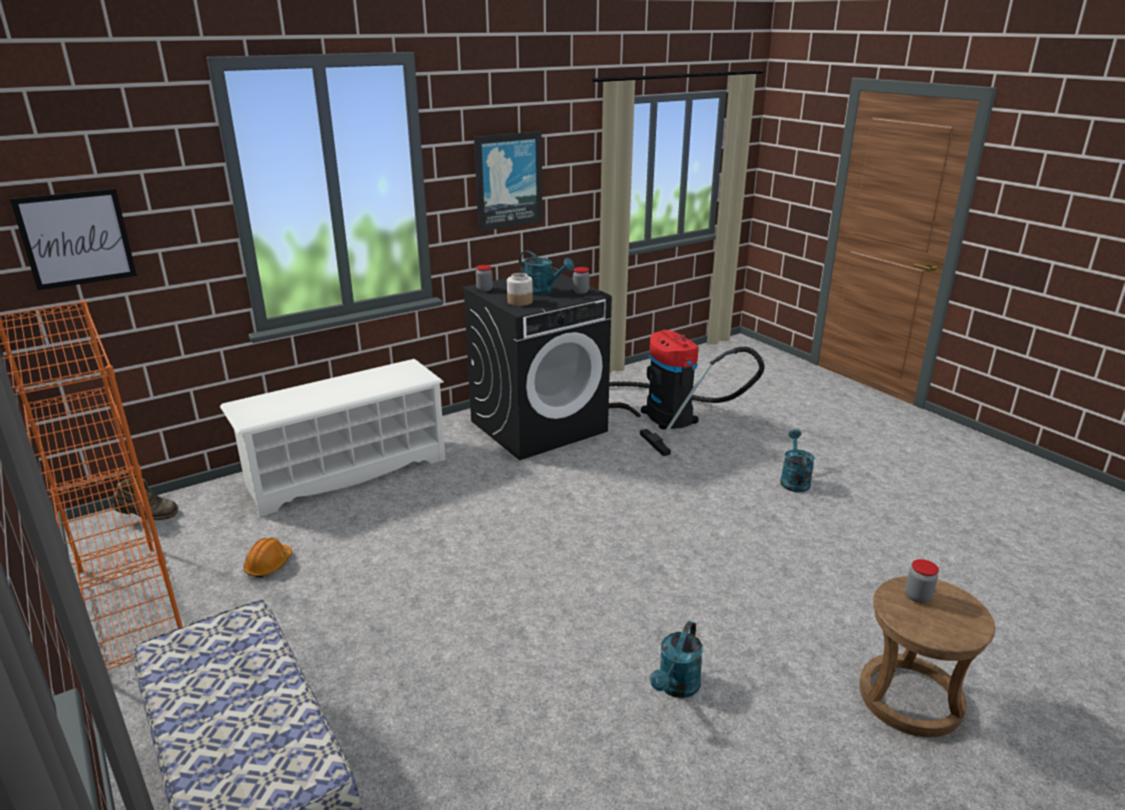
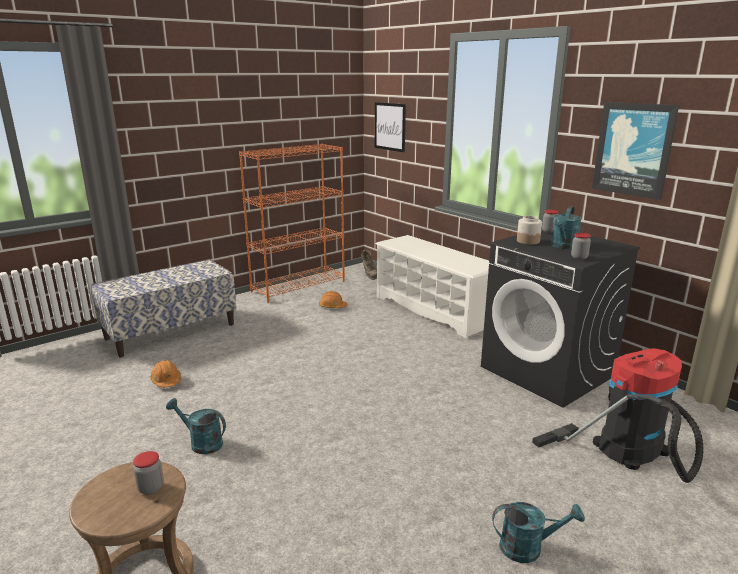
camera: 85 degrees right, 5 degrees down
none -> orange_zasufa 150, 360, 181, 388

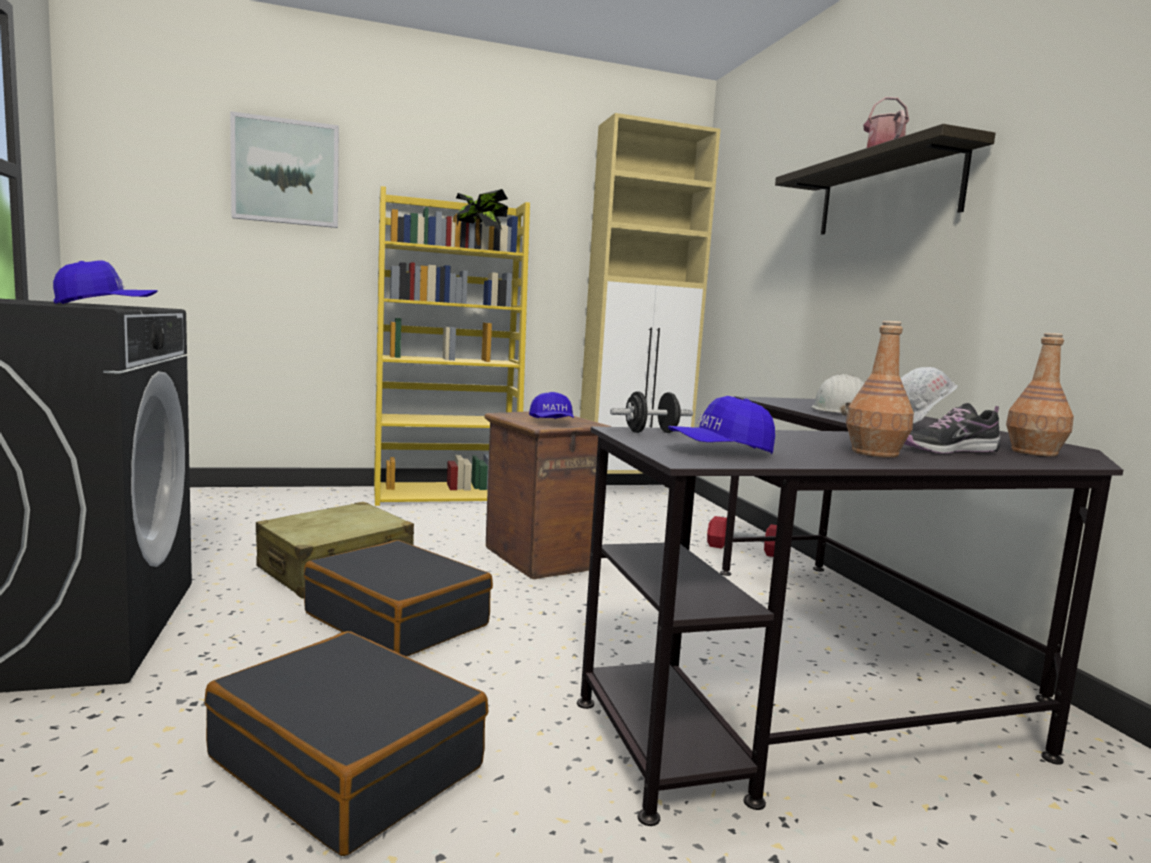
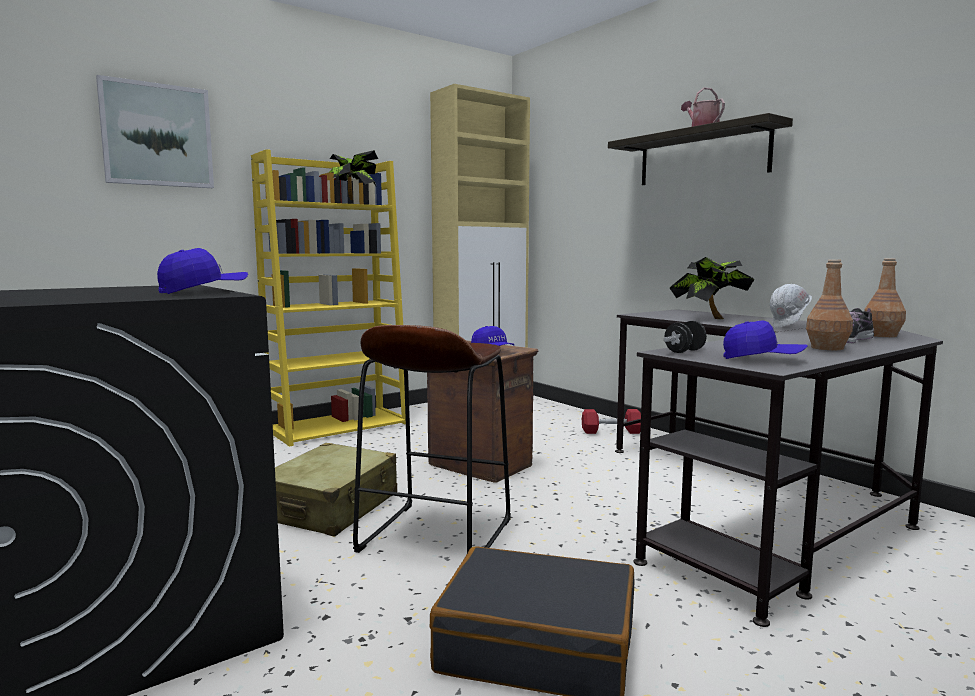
camera: 20 degrees left, 0 degrees up
white_zasufa 812, 374, 864, 416 -> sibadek 670, 257, 754, 319
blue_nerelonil 668, 396, 775, 454 -> blue_nerelonil 723, 320, 808, 359, 120 degrees counterclockwise
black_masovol 304, 540, 493, 657 -> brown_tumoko 353, 325, 511, 553

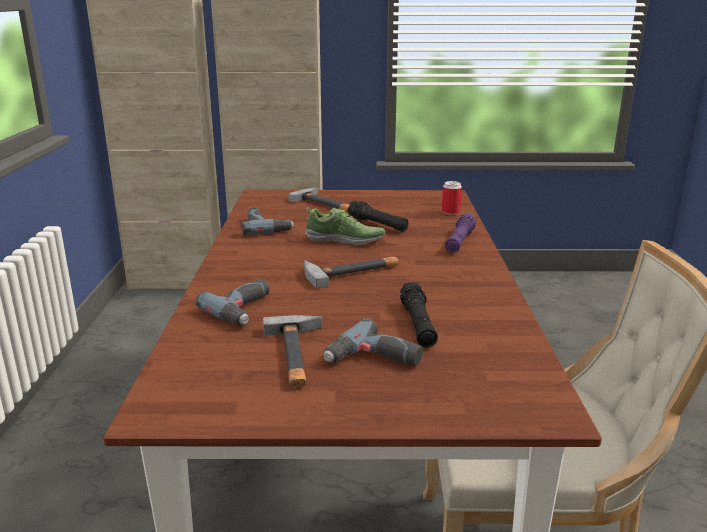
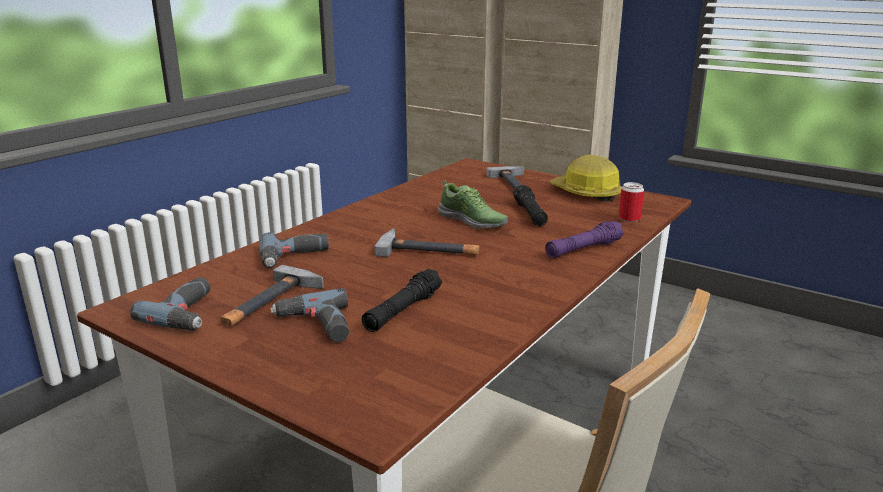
camera: 35 degrees right, 0 degrees up
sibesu 242, 207, 294, 235 -> sibesu 130, 277, 210, 331, move
none -> zasufa 549, 155, 622, 202

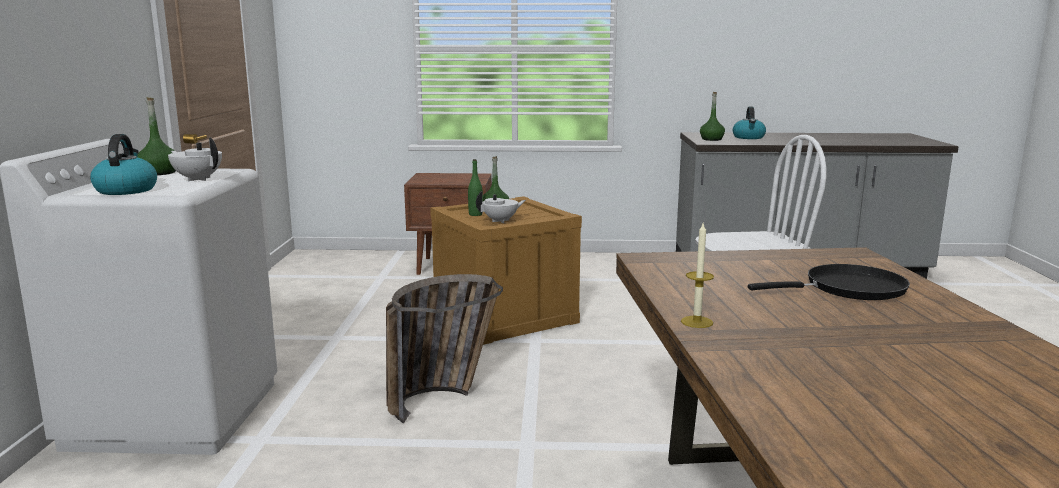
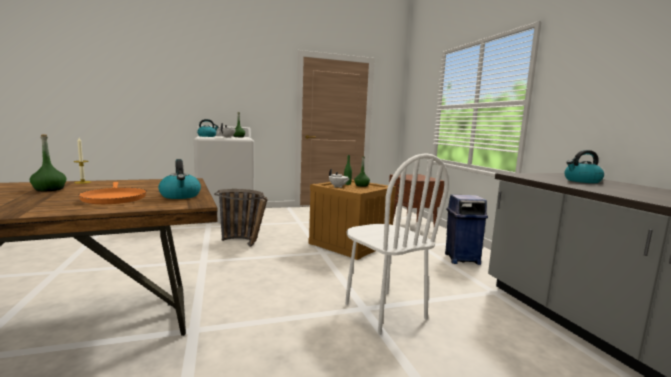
camera: 70 degrees right, 5 degrees down
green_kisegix 700, 92, 725, 141 -> green_kisegix 30, 134, 66, 191, move
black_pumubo 748, 264, 910, 300 -> orange_pumubo 78, 182, 147, 204
none -> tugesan 158, 159, 201, 199
none -> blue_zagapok 445, 194, 488, 265

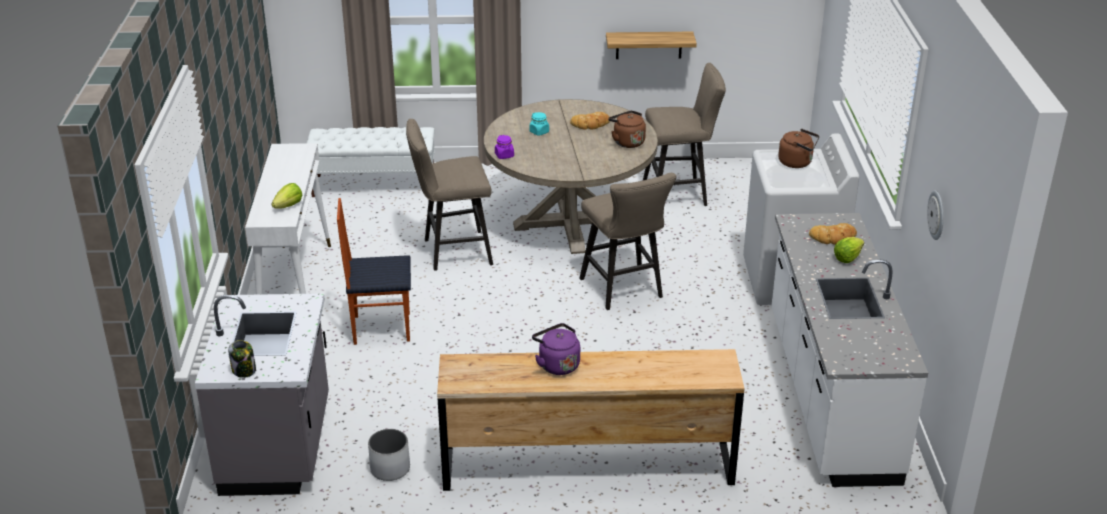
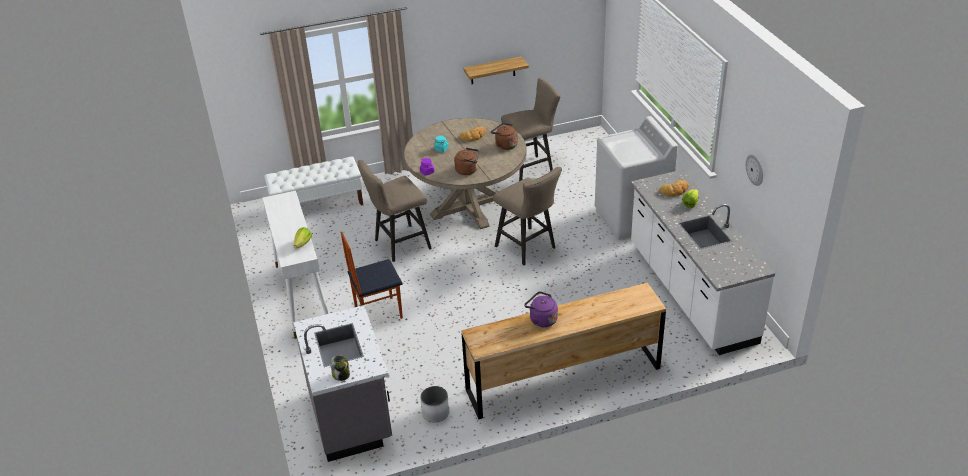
camera: 15 degrees left, 5 degrees up
brown_tugesan 778, 129, 819, 168 -> brown_tugesan 454, 148, 479, 175, move

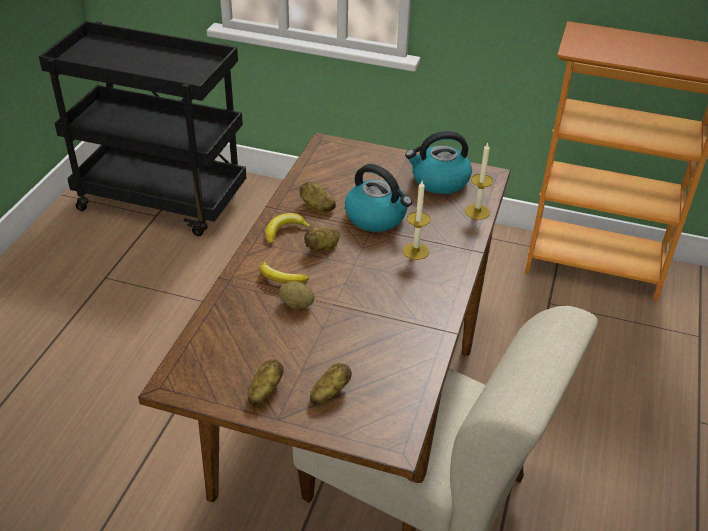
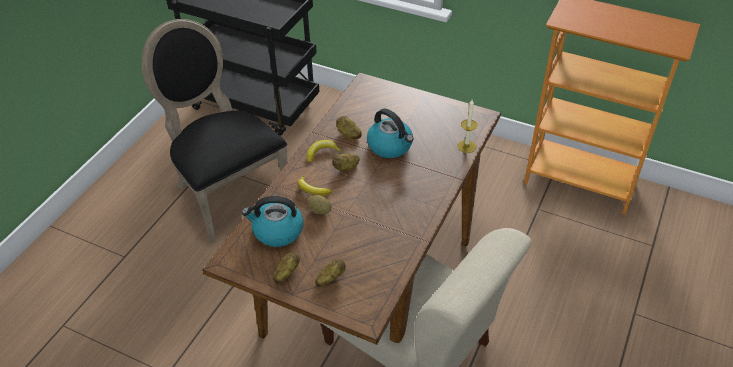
camera: 10 degrees right, 5 degrees up
tugesan 405, 131, 472, 194 -> tugesan 242, 196, 303, 247, move
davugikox 403, 179, 430, 260 -> none
none -> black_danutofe 141, 19, 288, 244

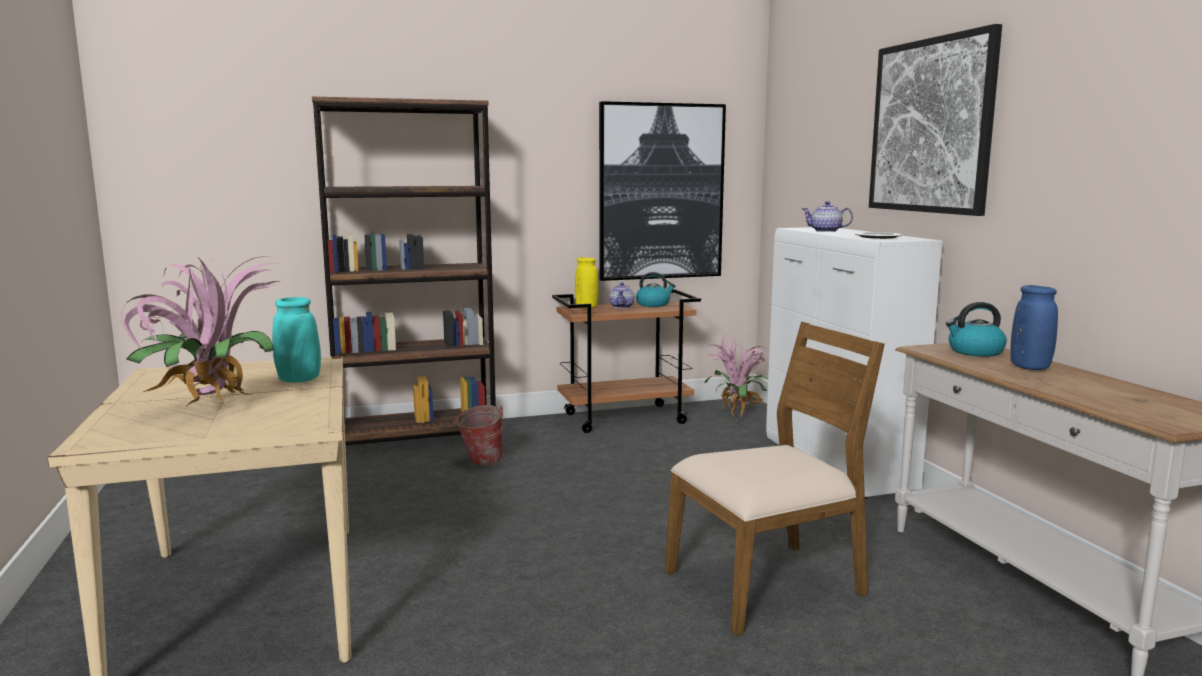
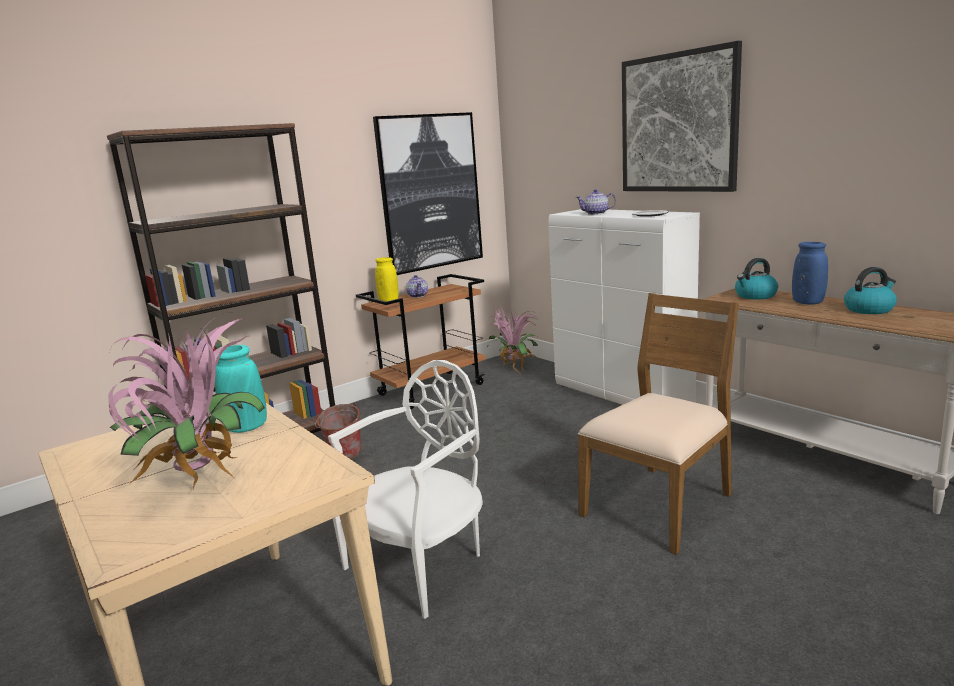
camera: 20 degrees left, 5 degrees up
tugesan 636, 272, 675, 307 -> tugesan 844, 267, 897, 314, move
none -> white_danutofe 328, 360, 483, 619

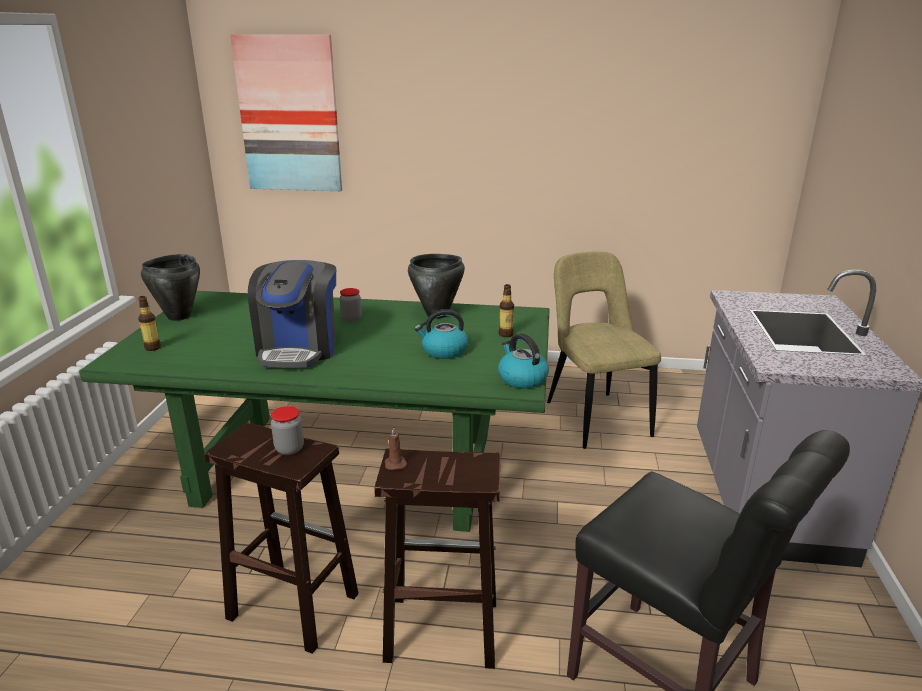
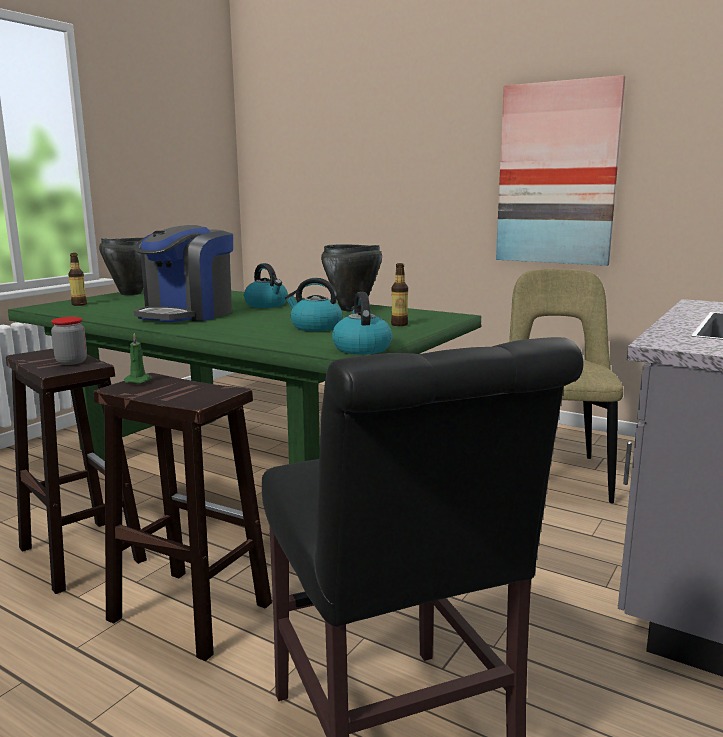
camera: 25 degrees right, 10 degrees down
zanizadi 230, 34, 342, 191 -> zanizadi 496, 75, 625, 266, move
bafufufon 340, 288, 362, 322 -> tugesan 244, 263, 288, 308
brown_davugikox 385, 427, 407, 470 -> green_davugikox 124, 333, 152, 384

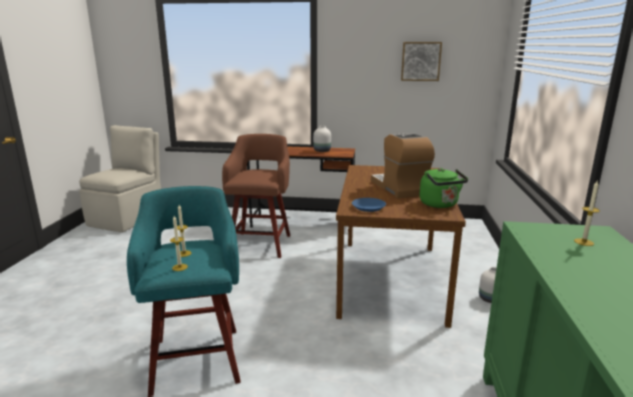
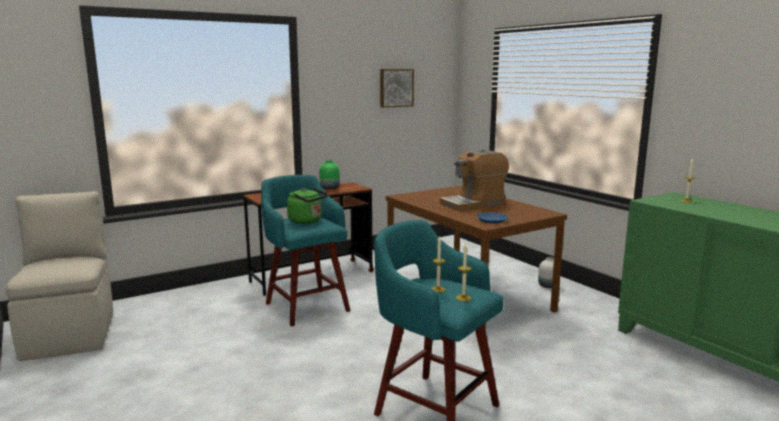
camera: 40 degrees left, 5 degrees down
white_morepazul 313, 126, 331, 152 -> green_morepazul 319, 160, 340, 190
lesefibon 371, 133, 435, 199 -> lesefibon 440, 150, 509, 211, 60 degrees counterclockwise
brown_tumoko 222, 134, 290, 258 -> turquoise_tumoko 261, 175, 350, 327
green_tugesan 419, 168, 468, 208 -> green_tugesan 287, 188, 328, 224, move

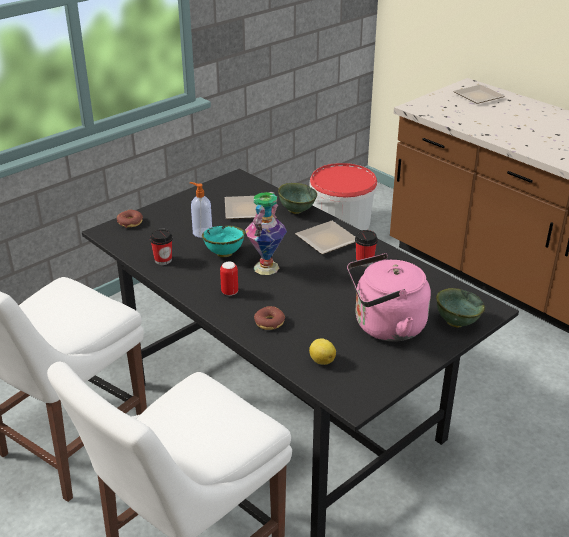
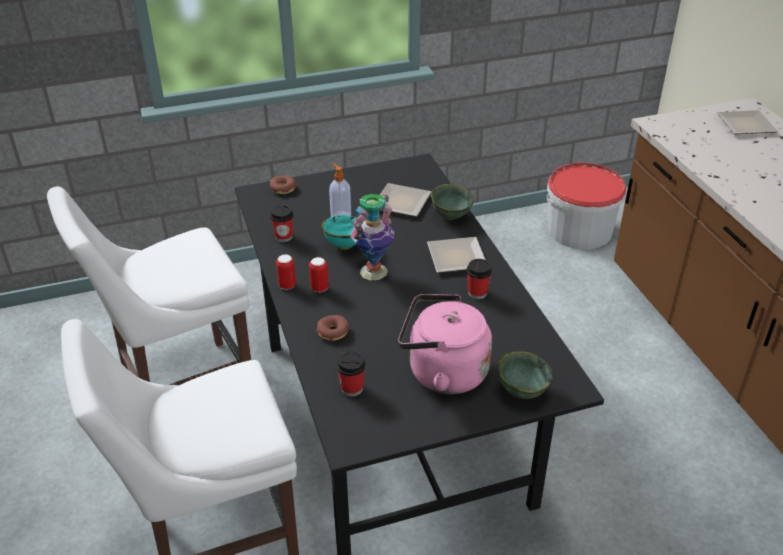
camera: 25 degrees right, 5 degrees up
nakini 309, 338, 336, 365 -> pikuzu 337, 351, 365, 397
none -> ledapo 276, 254, 296, 290

